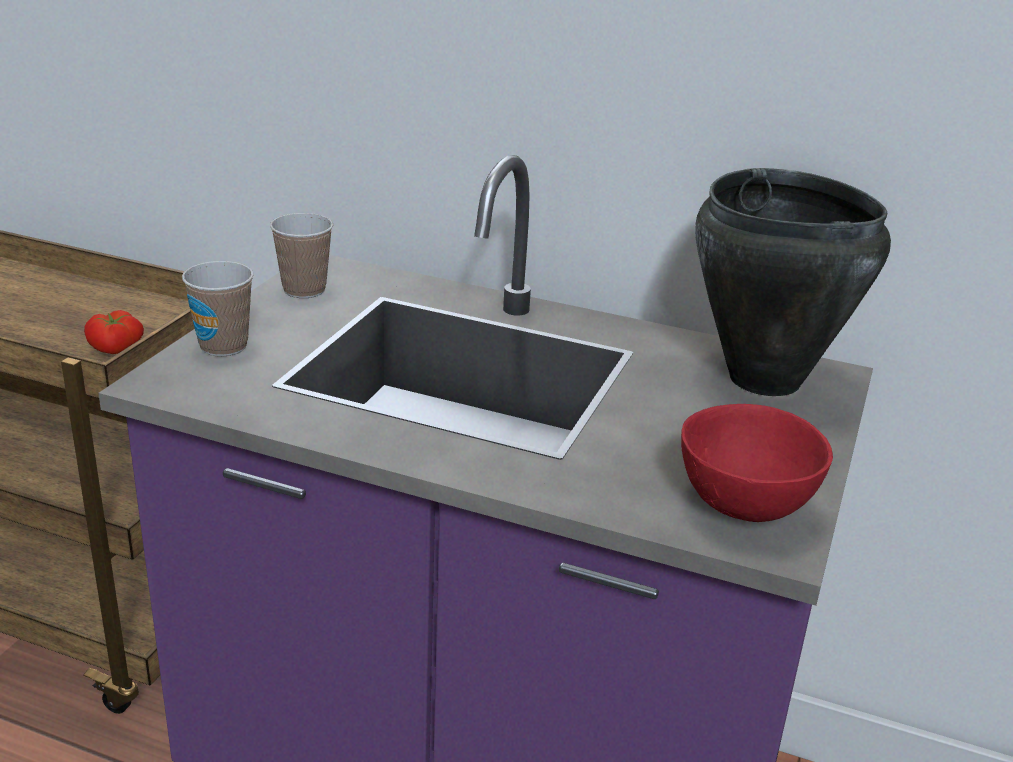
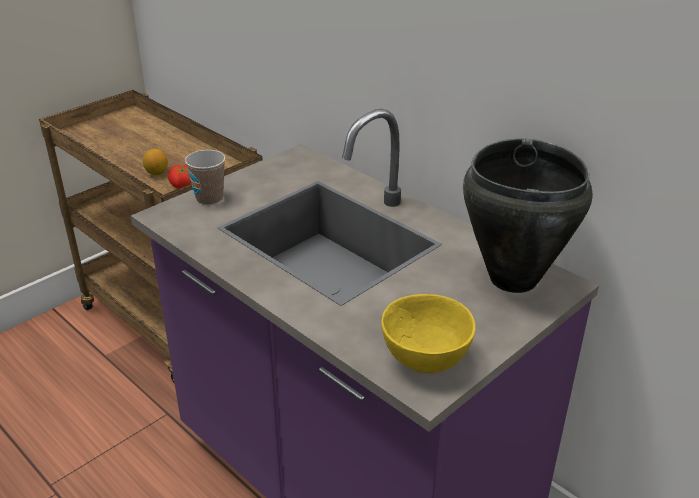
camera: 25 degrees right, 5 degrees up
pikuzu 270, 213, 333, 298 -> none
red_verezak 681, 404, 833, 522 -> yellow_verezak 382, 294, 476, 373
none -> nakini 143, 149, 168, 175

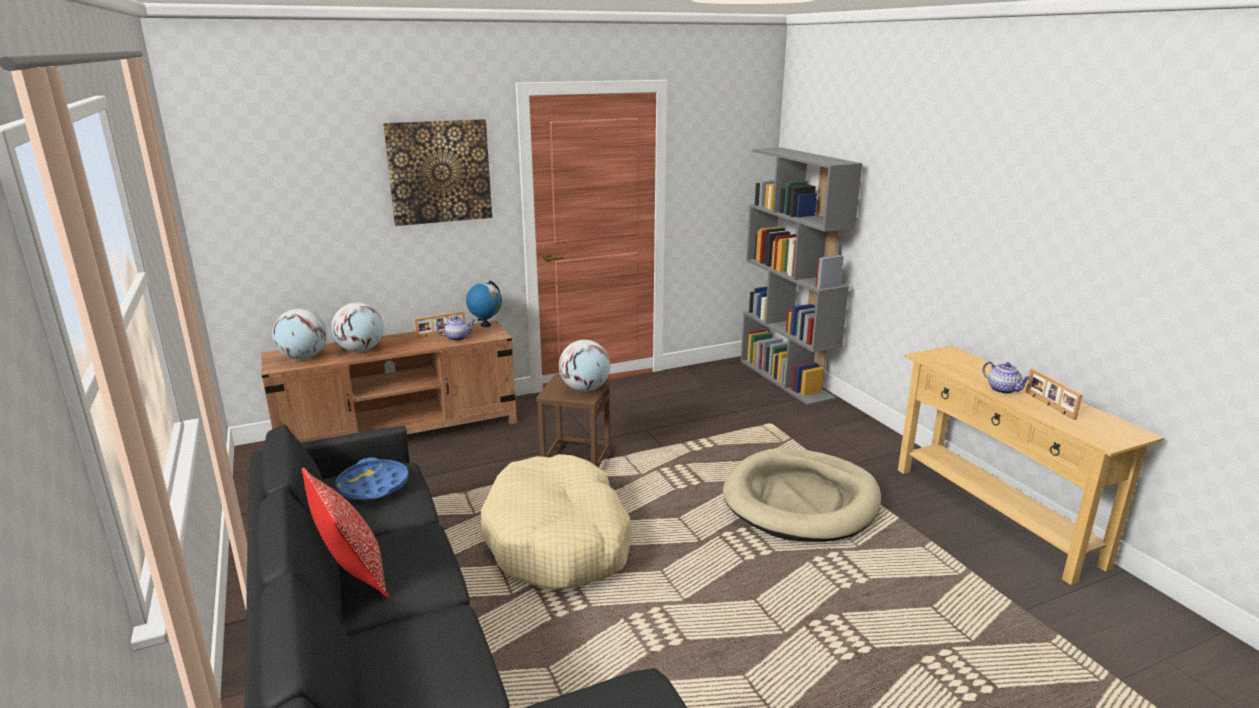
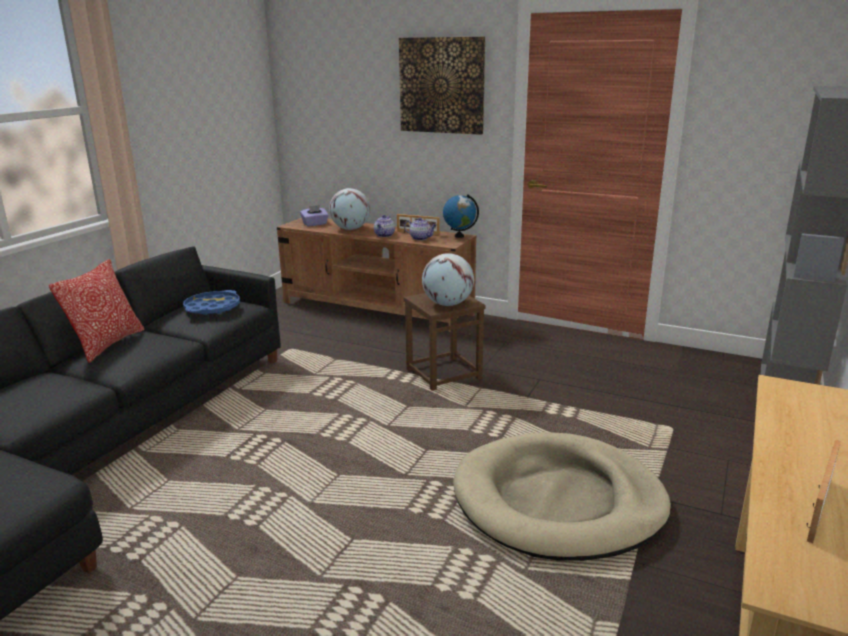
camera: 50 degrees right, 0 degrees up
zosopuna 272, 309, 327, 359 -> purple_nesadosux 300, 205, 329, 226
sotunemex 982, 362, 1031, 394 -> sotunemex 374, 215, 395, 237, move
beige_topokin 481, 454, 633, 590 -> none

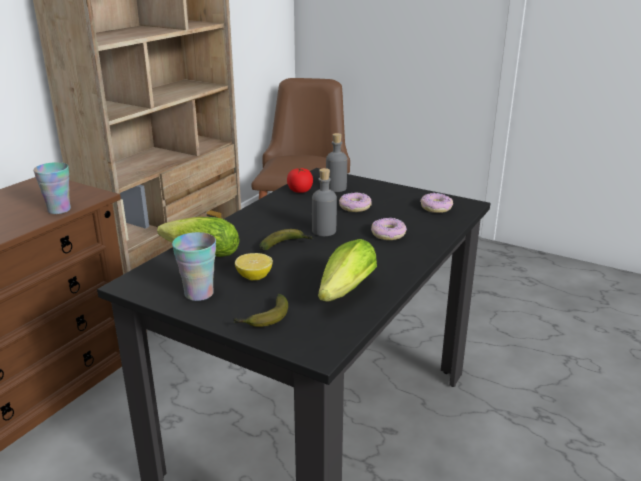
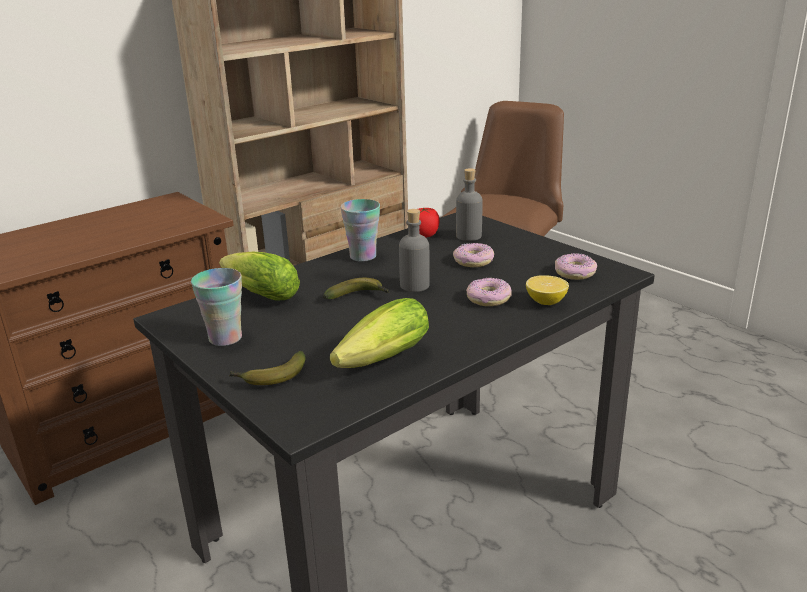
camera: 20 degrees right, 0 degrees up
pikuzu 33, 162, 71, 214 -> pikuzu 340, 199, 380, 262, move
nakini 235, 253, 273, 280 -> nakini 526, 275, 569, 305, move

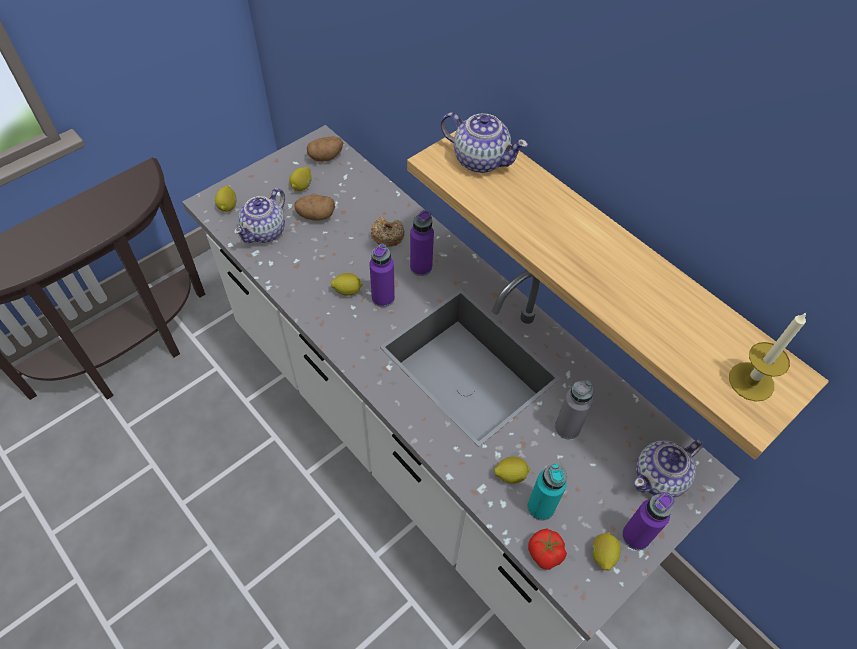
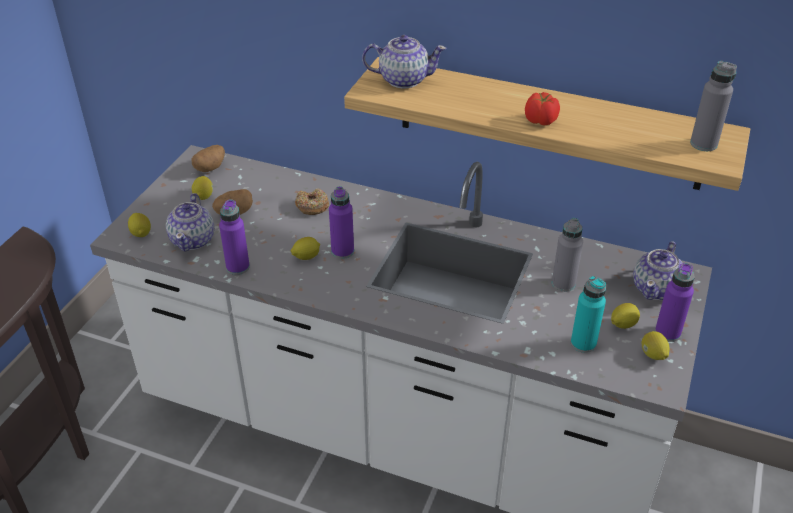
camera: 25 degrees left, 15 degrees down
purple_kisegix 410, 210, 434, 276 -> purple_kisegix 219, 199, 250, 275, move
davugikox 729, 312, 807, 402 -> grey_kisegix 690, 61, 737, 151
nakini 494, 457, 530, 484 -> nakini 611, 303, 640, 329, move
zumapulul 528, 528, 567, 570 -> zumapulul 525, 92, 560, 126, move

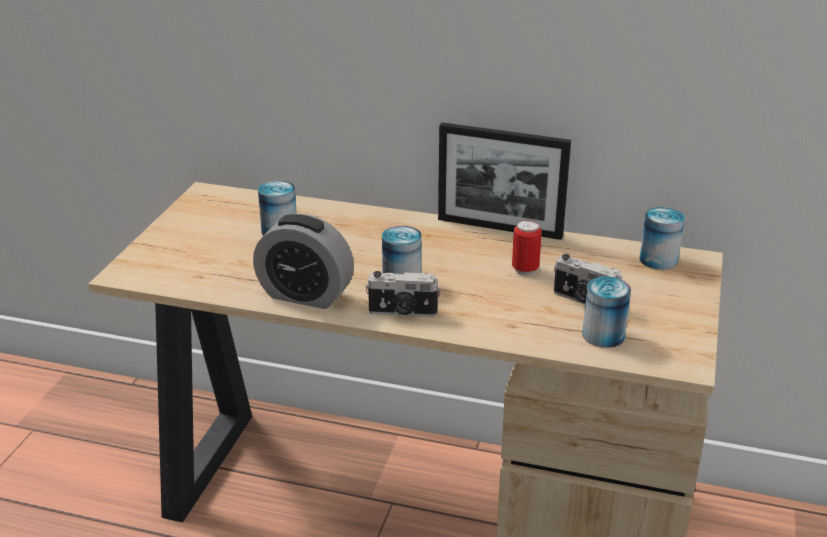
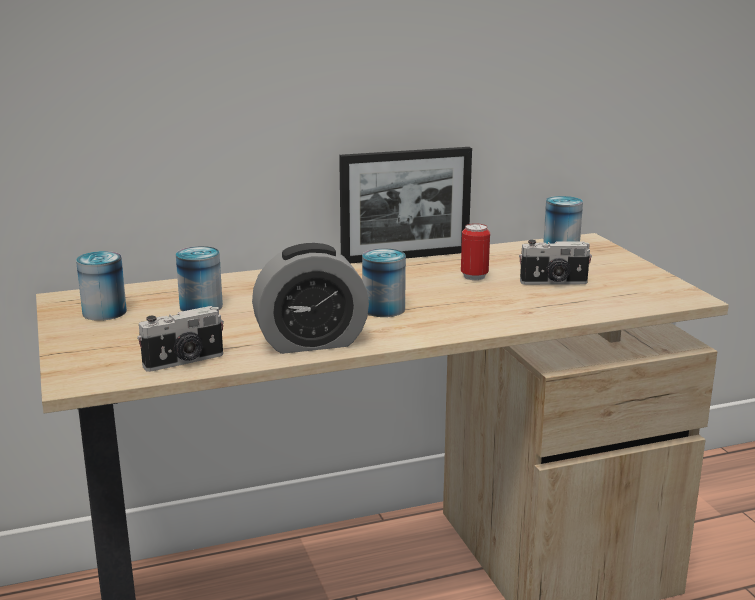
camera: 35 degrees left, 10 degrees down
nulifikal 366, 271, 441, 317 -> nulifikal 137, 306, 224, 372, move
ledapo 582, 276, 631, 348 -> ledapo 76, 251, 127, 321, move

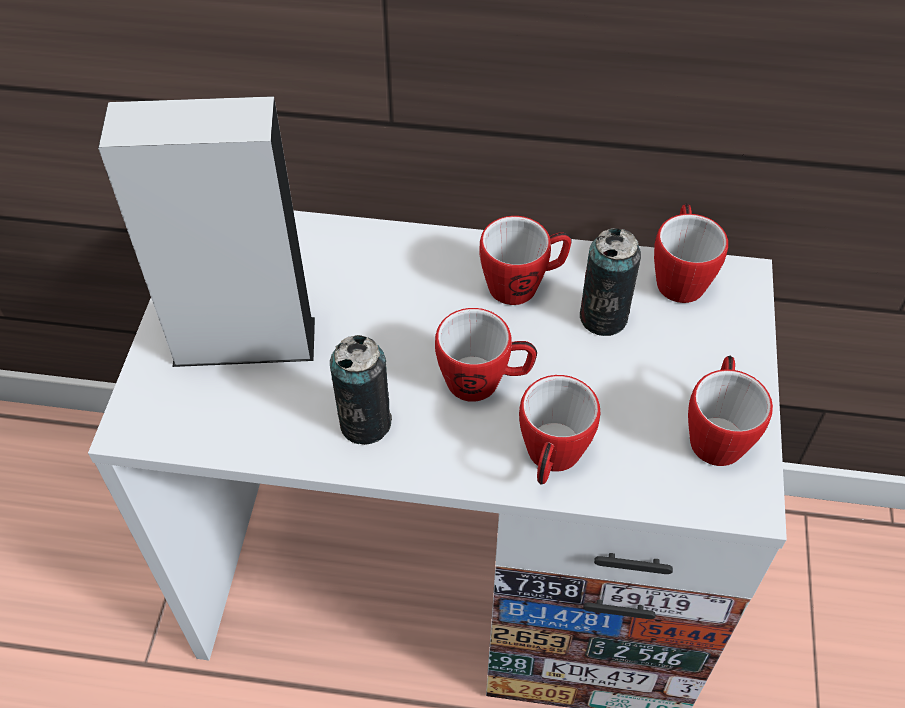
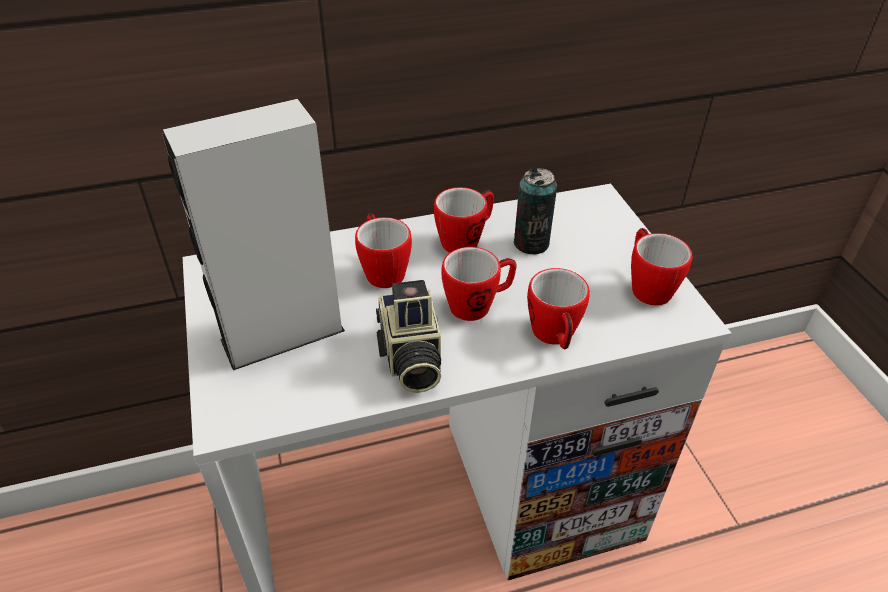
camera: 25 degrees left, 10 degrees down
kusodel 654, 204, 728, 303 -> kusodel 355, 213, 412, 288, move
ledapo 330, 335, 392, 445 -> nulifikal 376, 280, 441, 393

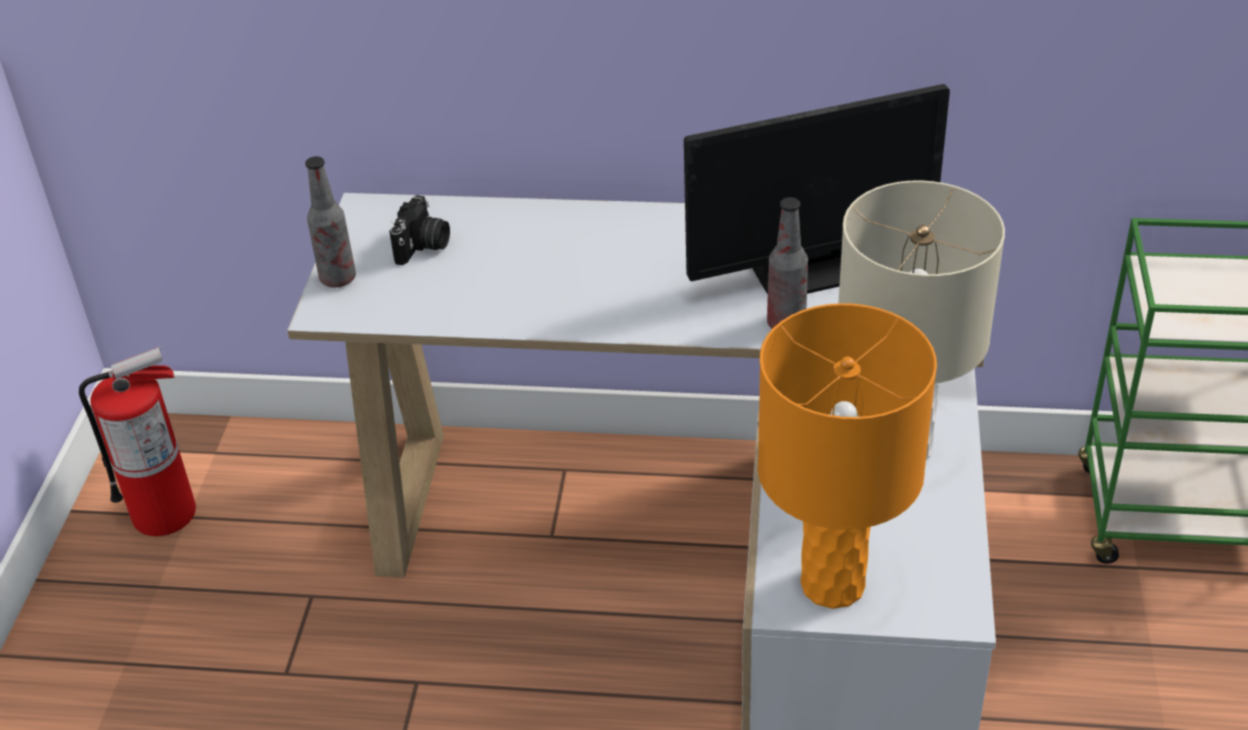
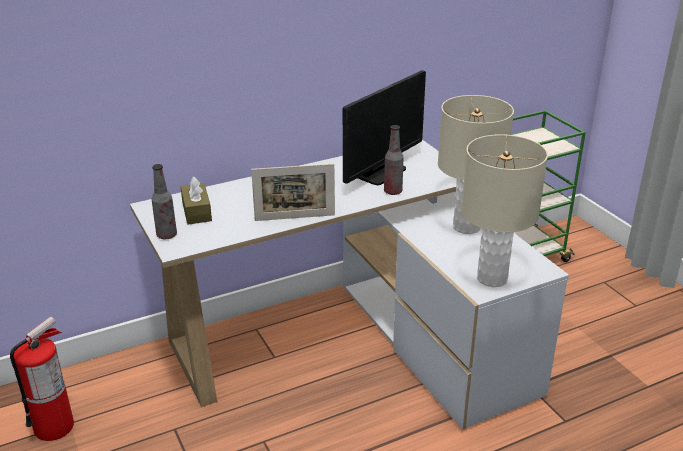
camera: 35 degrees left, 10 degrees down
nulifikal 389, 195, 450, 265 -> brown_nesadosux 180, 177, 212, 225
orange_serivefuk 758, 303, 937, 609 -> beige_serivefuk 461, 134, 548, 287
none -> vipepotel 251, 164, 335, 221

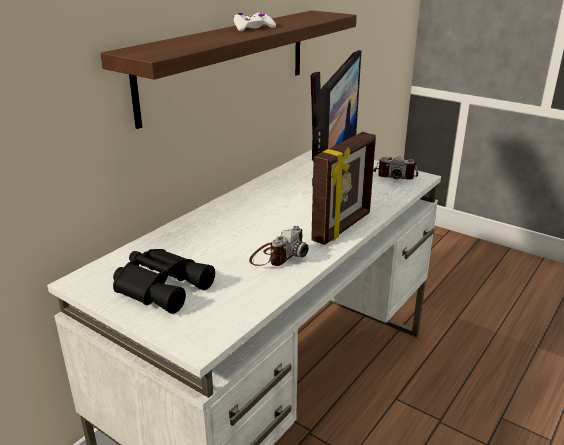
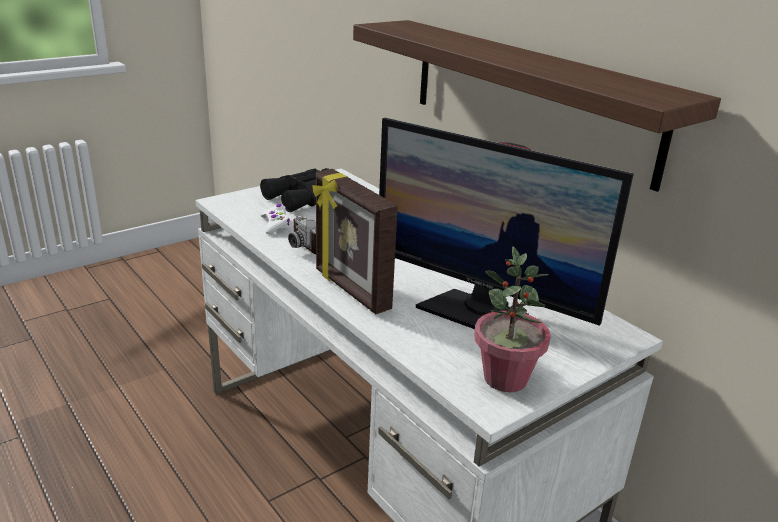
camera: 105 degrees right, 0 degrees up
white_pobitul 233, 13, 276, 31 -> white_pobitul 261, 204, 290, 234, move
nulifikal 373, 156, 418, 180 -> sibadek 474, 246, 551, 392

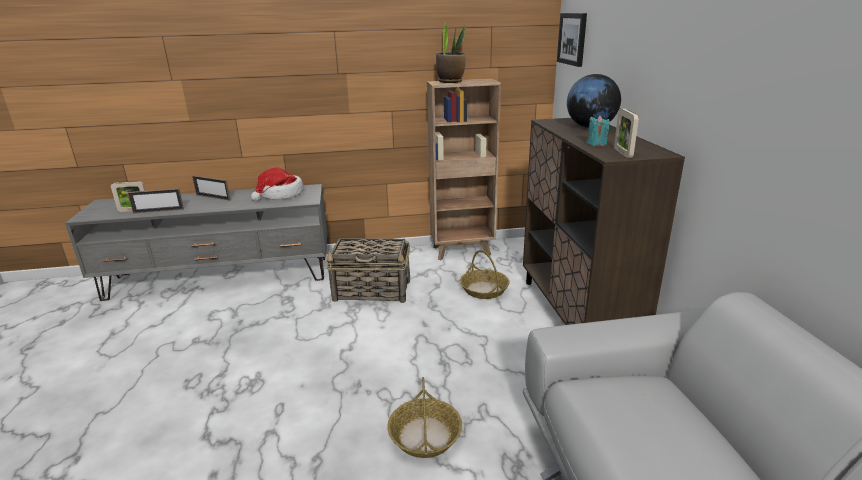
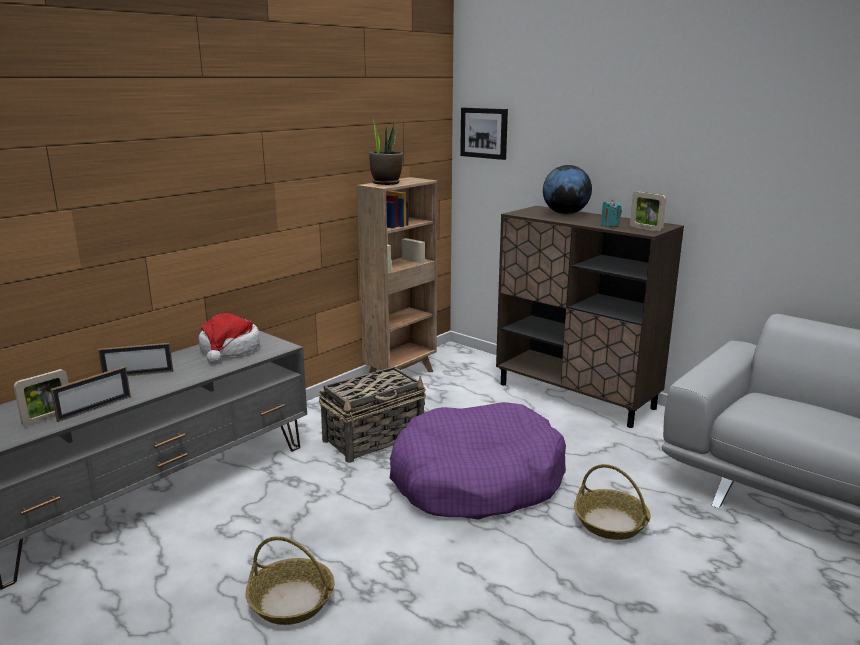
camera: 40 degrees left, 5 degrees down
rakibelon 460, 250, 509, 299 -> rakibelon 245, 536, 334, 625, move
none -> purple_topokin 390, 402, 566, 520

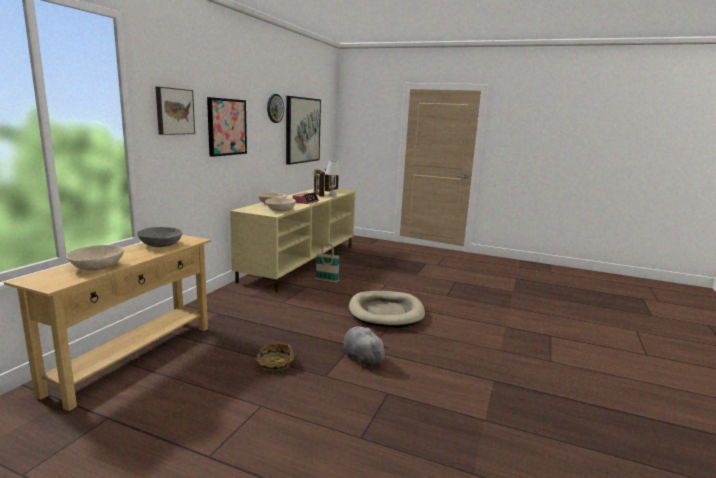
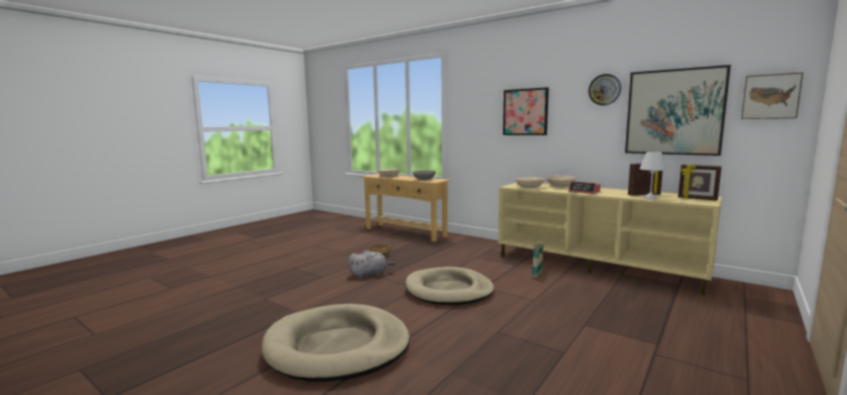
camera: 105 degrees right, 5 degrees down
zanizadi 155, 87, 195, 135 -> zanizadi 741, 72, 803, 119, move
none -> beige_topokin 262, 304, 410, 382

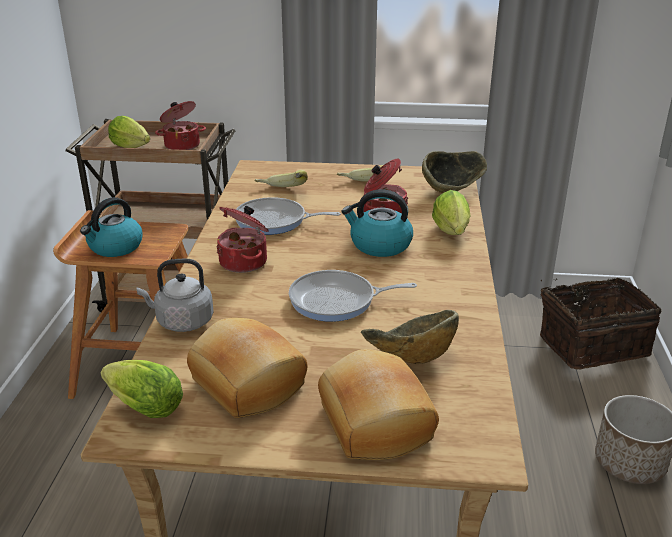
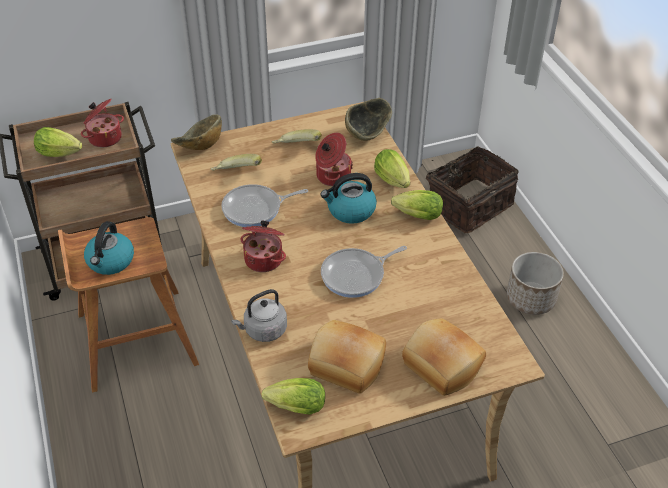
camera: 25 degrees left, 15 degrees up
verezak 361, 310, 459, 364 -> verezak 171, 114, 222, 150, move
none -> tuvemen 391, 190, 443, 220

